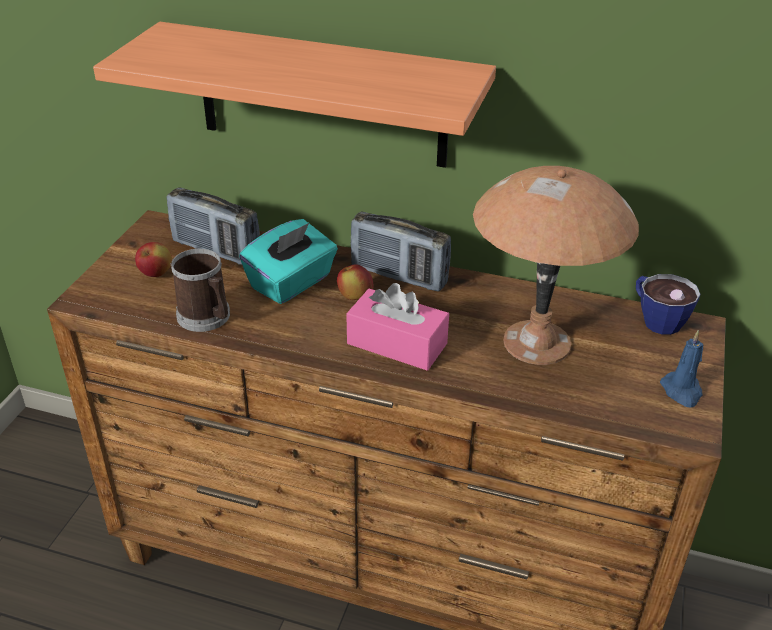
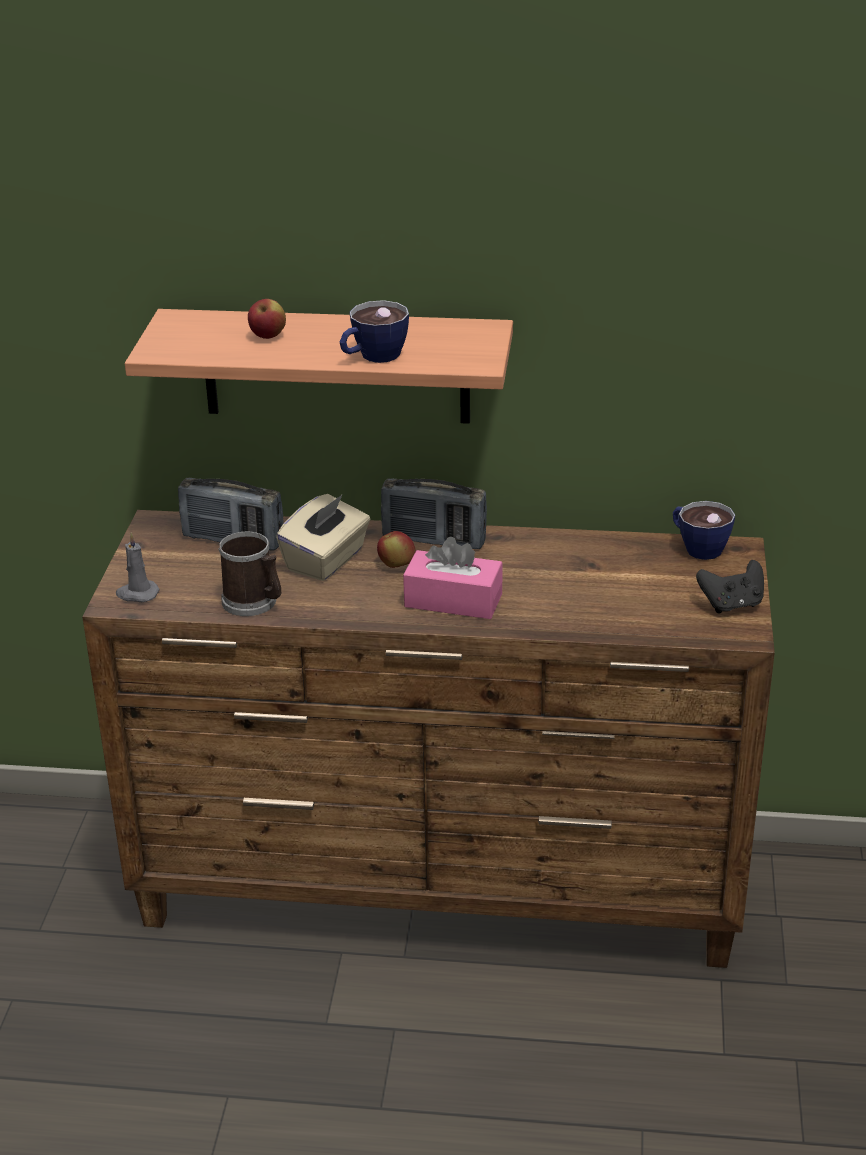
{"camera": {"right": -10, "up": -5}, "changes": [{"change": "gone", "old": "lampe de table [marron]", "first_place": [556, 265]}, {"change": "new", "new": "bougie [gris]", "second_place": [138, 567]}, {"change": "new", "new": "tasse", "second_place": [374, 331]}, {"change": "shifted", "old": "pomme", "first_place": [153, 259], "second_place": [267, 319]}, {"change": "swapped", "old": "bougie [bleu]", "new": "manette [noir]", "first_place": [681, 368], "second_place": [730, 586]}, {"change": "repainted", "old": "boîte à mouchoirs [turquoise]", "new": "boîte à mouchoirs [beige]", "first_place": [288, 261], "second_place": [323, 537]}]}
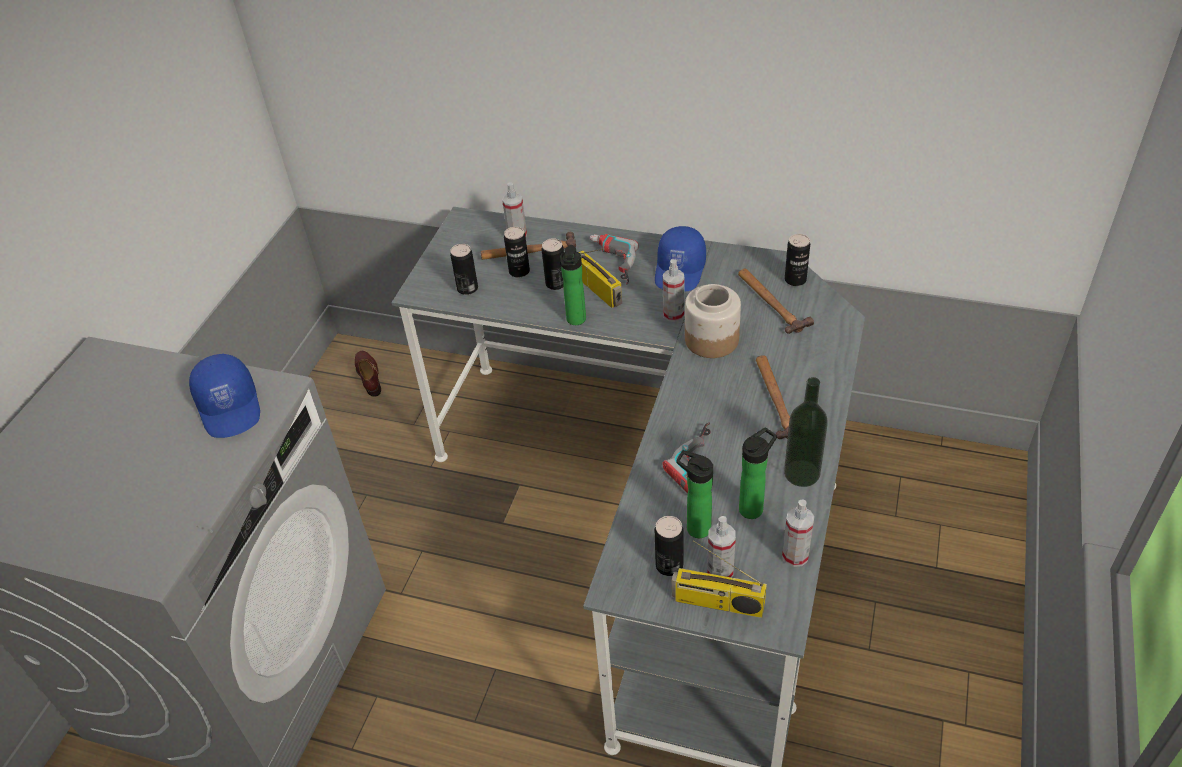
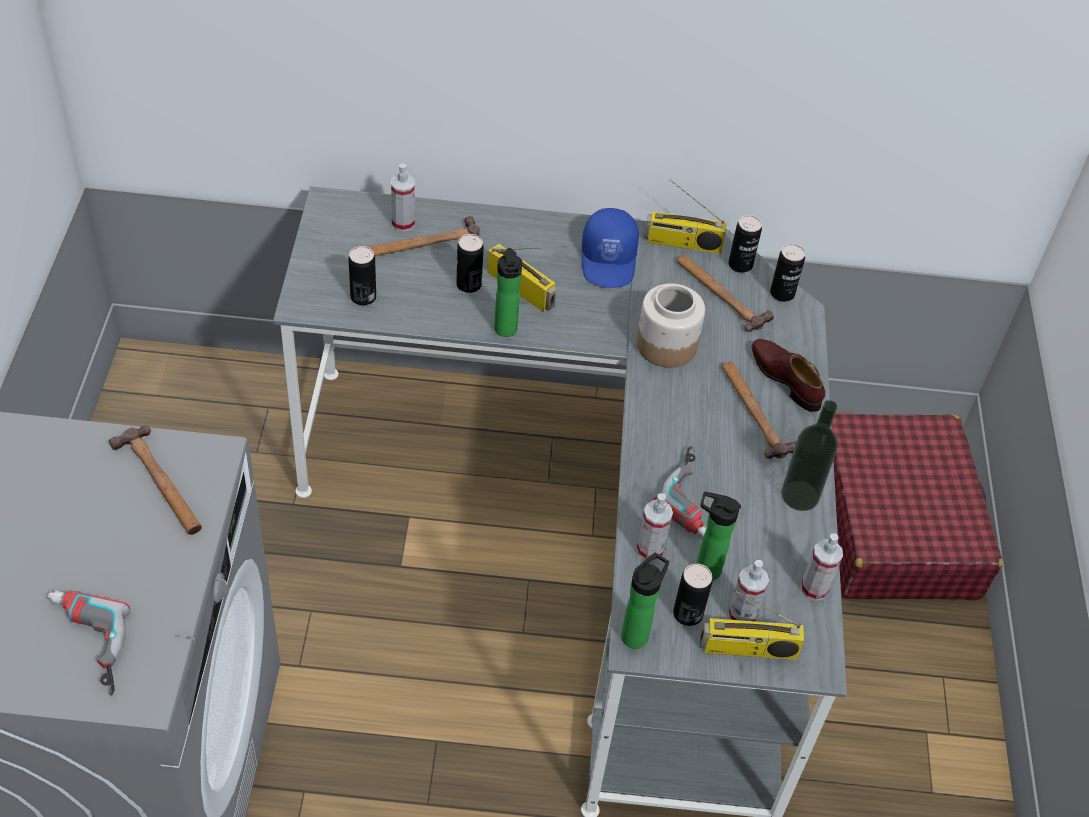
{"camera": {"right": -20, "up": 5}, "changes": [{"change": "new", "new": "radio", "second_place": [685, 216]}, {"change": "new", "new": "valise [rouge]", "second_place": [917, 507]}, {"change": "shifted", "old": "chaussure [marron]", "first_place": [368, 374], "second_place": [788, 375]}, {"change": "shifted", "old": "boîte métallique", "first_place": [517, 252], "second_place": [787, 273]}, {"change": "shifted", "old": "perceuse", "first_place": [614, 259], "second_place": [88, 643]}, {"change": "shifted", "old": "vaporisateur", "first_place": [674, 290], "second_place": [654, 527]}, {"change": "shifted", "old": "bouteille", "first_place": [758, 473], "second_place": [645, 601]}, {"change": "swapped", "old": "casquette [bleu]", "new": "marteau", "first_place": [224, 396], "second_place": [155, 480]}]}
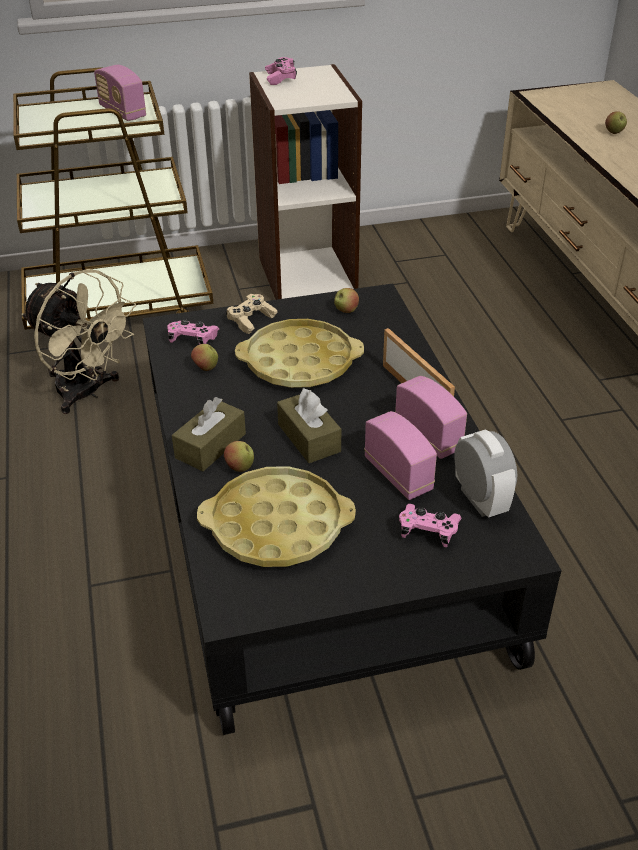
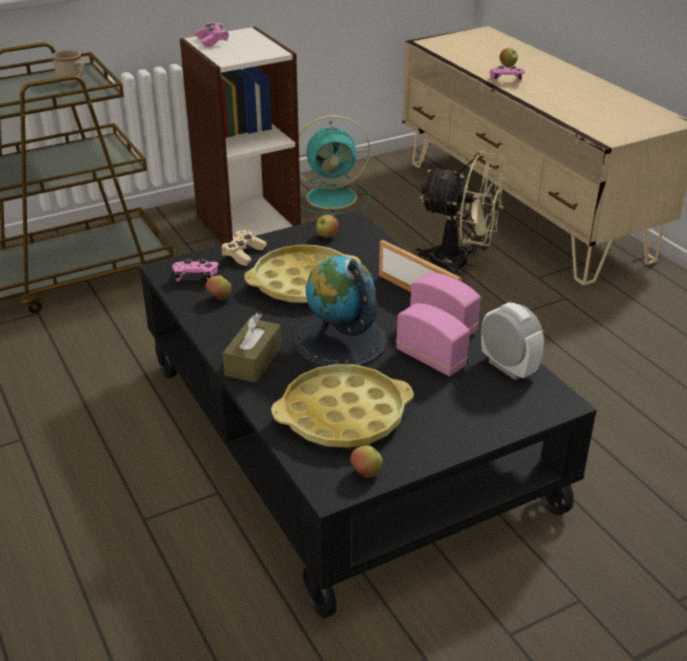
{"camera": {"right": -15, "up": -5}, "changes": [{"change": "new", "new": "ventilateur [turquoise]", "second_place": [334, 164]}, {"change": "shifted", "old": "ventilateur [beige]", "first_place": [78, 341], "second_place": [461, 213]}, {"change": "shifted", "old": "pomme", "first_place": [239, 456], "second_place": [366, 461]}, {"change": "shifted", "old": "manette [rose]", "first_place": [430, 525], "second_place": [507, 74]}, {"change": "swapped", "old": "radio", "new": "mug [beige]", "first_place": [120, 93], "second_place": [68, 67]}, {"change": "swapped", "old": "boîte à mouchoirs [marron]", "new": "globe", "first_place": [309, 425], "second_place": [340, 311]}]}
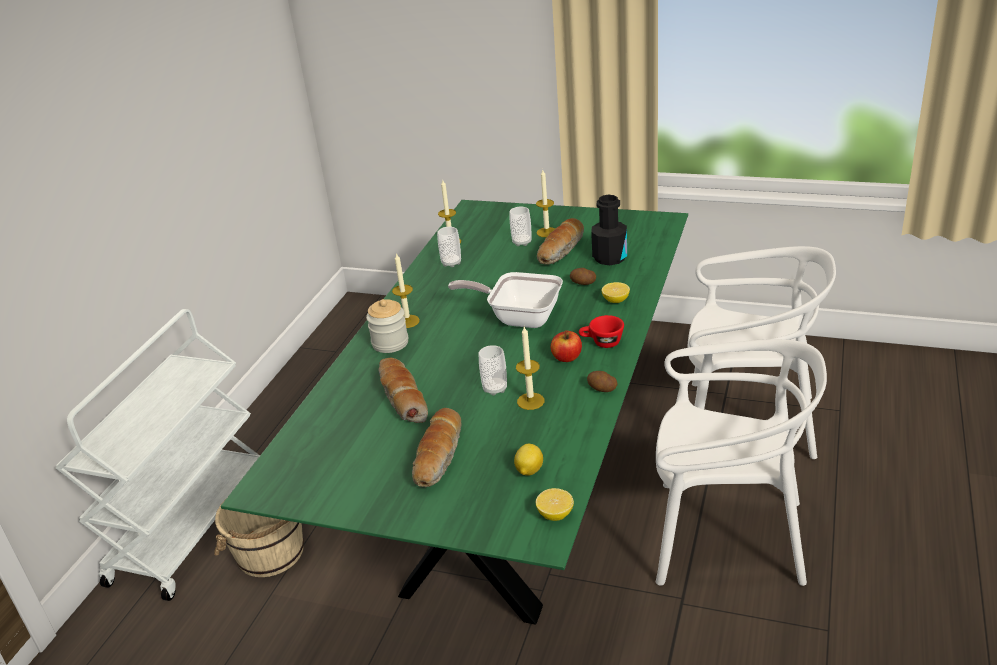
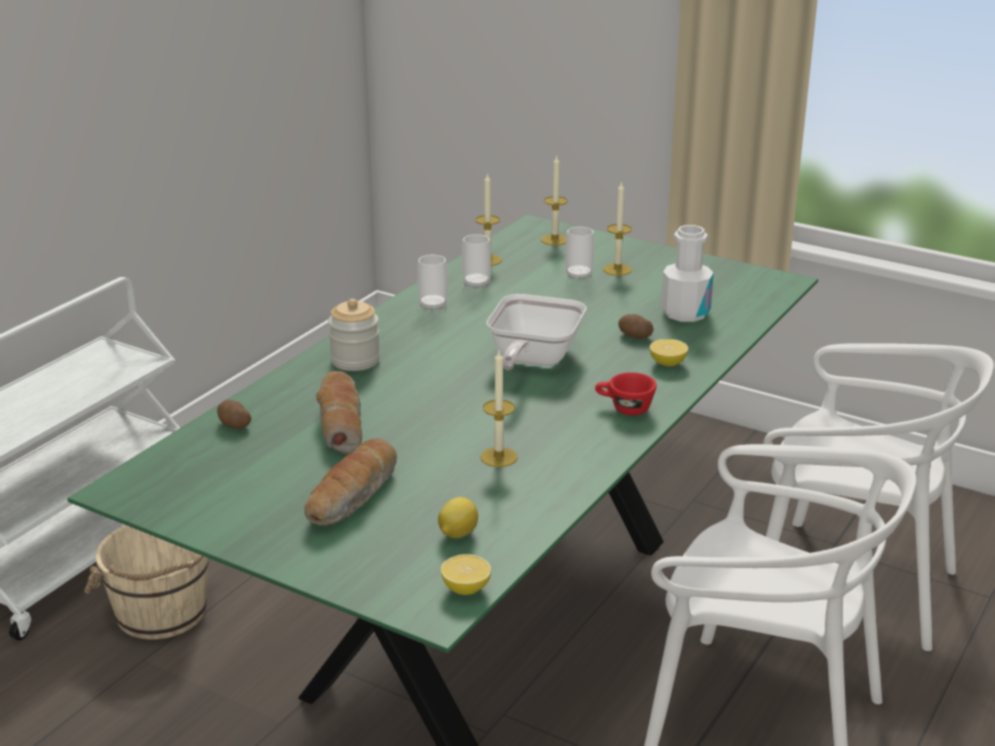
{"camera": {"right": 10, "up": -5}, "changes": [{"change": "gone", "old": "pain", "first_place": [560, 241]}, {"change": "gone", "old": "pomme", "first_place": [566, 346]}, {"change": "shifted", "old": "bougie", "first_place": [406, 290], "second_place": [554, 200]}, {"change": "shifted", "old": "tasse", "first_place": [493, 370], "second_place": [432, 283]}, {"change": "shifted", "old": "pomme de terre", "first_place": [602, 381], "second_place": [234, 414]}, {"change": "repainted", "old": "bouteille [noir]", "new": "bouteille [blanc]", "first_place": [609, 230], "second_place": [687, 273]}, {"change": "rotated", "old": "poêle", "first_place": [505, 300], "second_place": [536, 332], "degrees": -105}]}
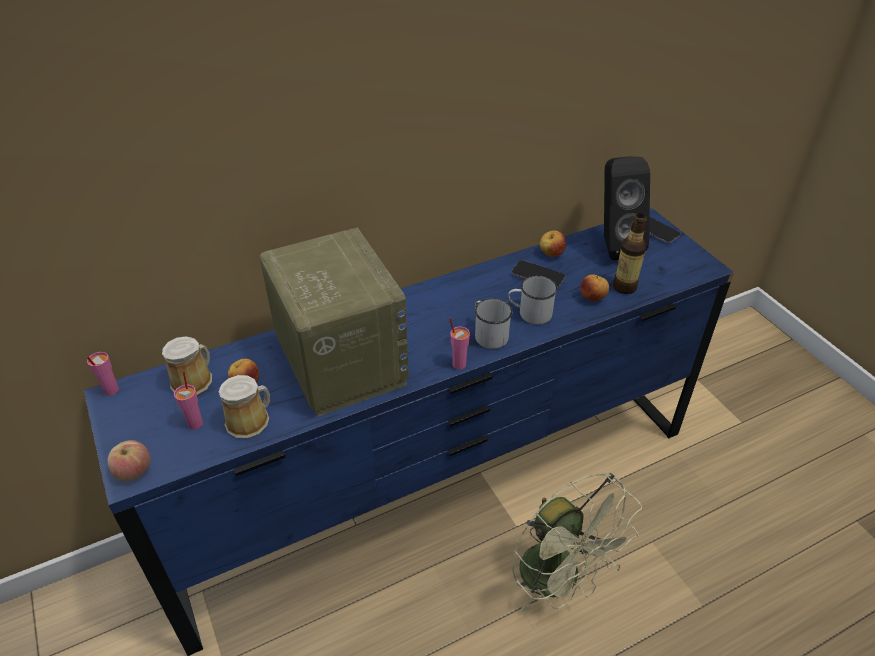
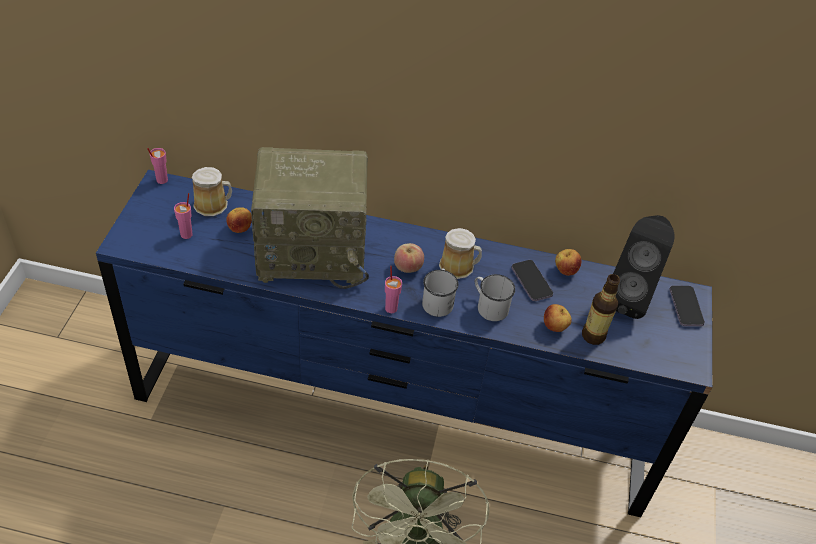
{"camera": {"right": 35, "up": 5}, "changes": [{"change": "shifted", "old": "pomme", "first_place": [129, 460], "second_place": [409, 258]}, {"change": "shifted", "old": "mug", "first_place": [244, 406], "second_place": [460, 253]}, {"change": "rotated", "old": "radio", "first_place": [334, 321], "second_place": [310, 218], "degrees": 75}]}
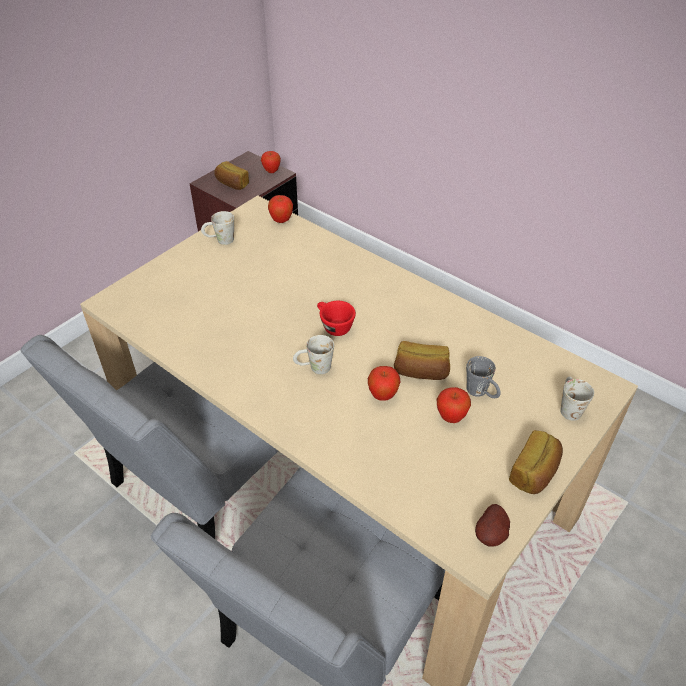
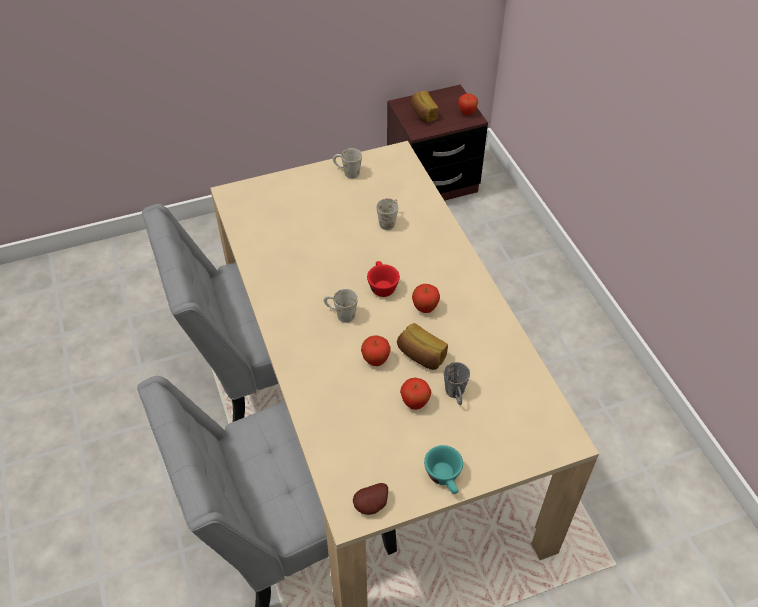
{"camera": {"right": 30, "up": 5}, "changes": [{"change": "shifted", "old": "pomme", "first_place": [280, 209], "second_place": [426, 298]}, {"change": "shifted", "old": "mug [blanc]", "first_place": [577, 398], "second_place": [387, 214]}, {"change": "swapped", "old": "pain", "new": "tasse [turquoise]", "first_place": [536, 462], "second_place": [443, 469]}]}
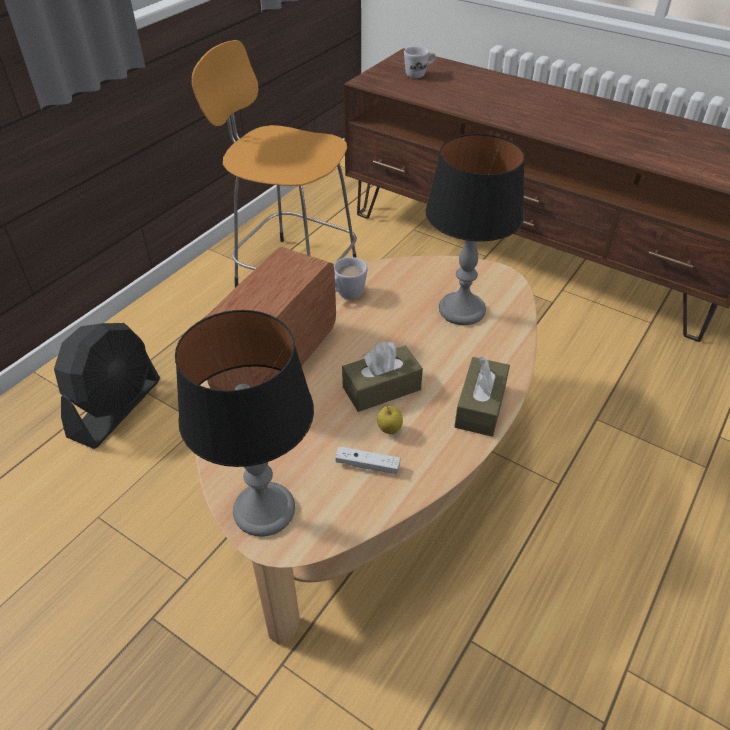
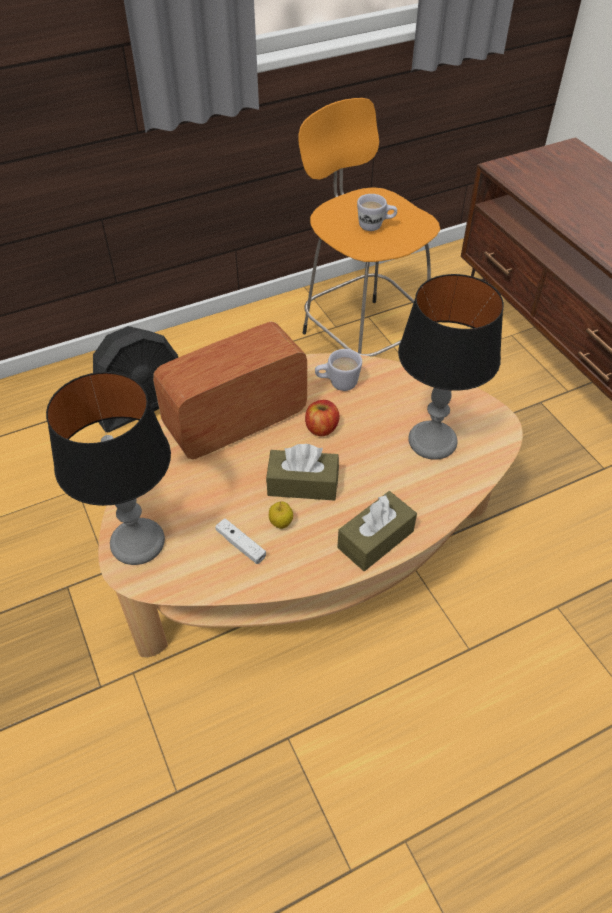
{"camera": {"right": 30, "up": 5}, "changes": [{"change": "new", "new": "pomme", "second_place": [322, 418]}, {"change": "shifted", "old": "mug [blanc]", "first_place": [420, 62], "second_place": [377, 212]}]}
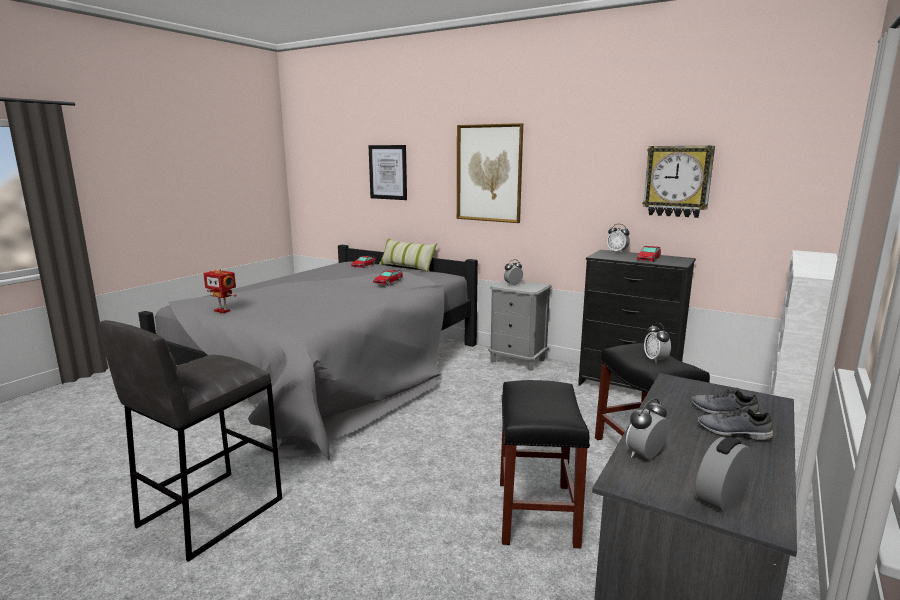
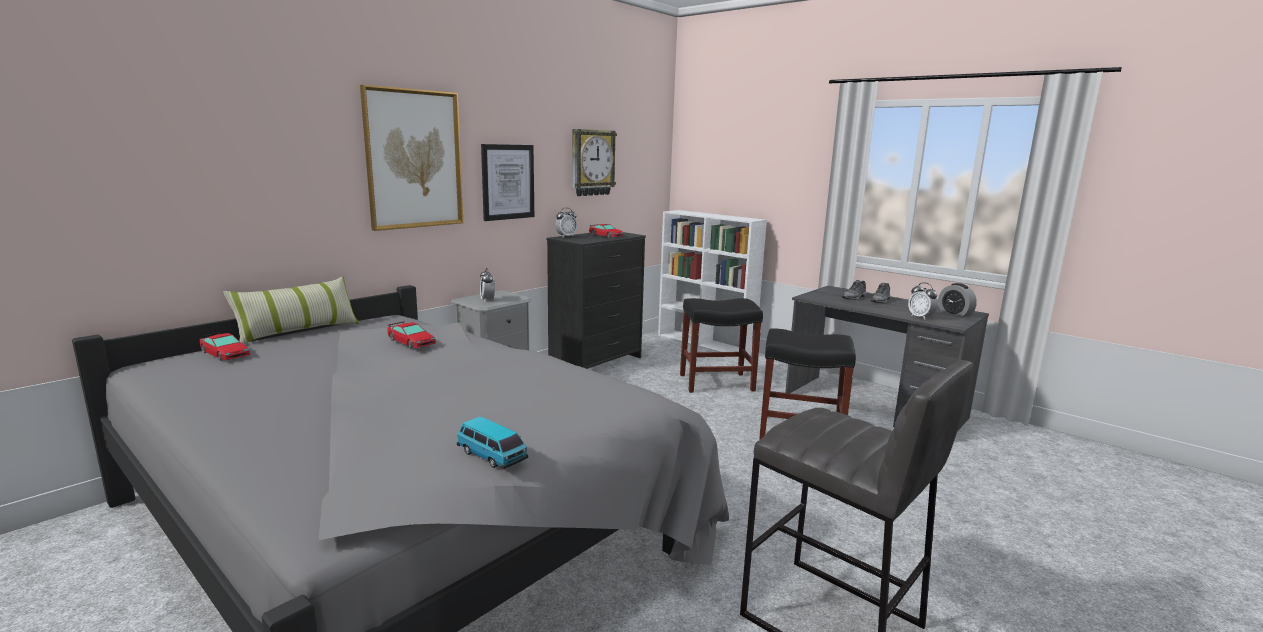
{"camera": {"right": -80, "up": 0}, "changes": [{"change": "gone", "old": "réveil", "first_place": [657, 343]}, {"change": "shifted", "old": "tableau", "first_place": [387, 172], "second_place": [507, 182]}, {"change": "swapped", "old": "robot jouet", "new": "petite voiture", "first_place": [220, 290], "second_place": [492, 443]}]}
